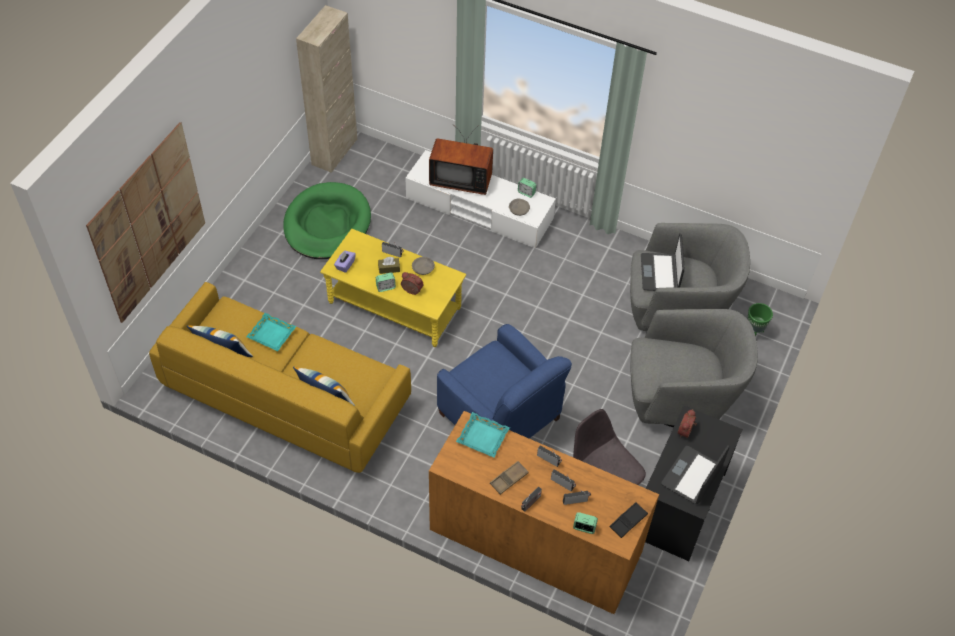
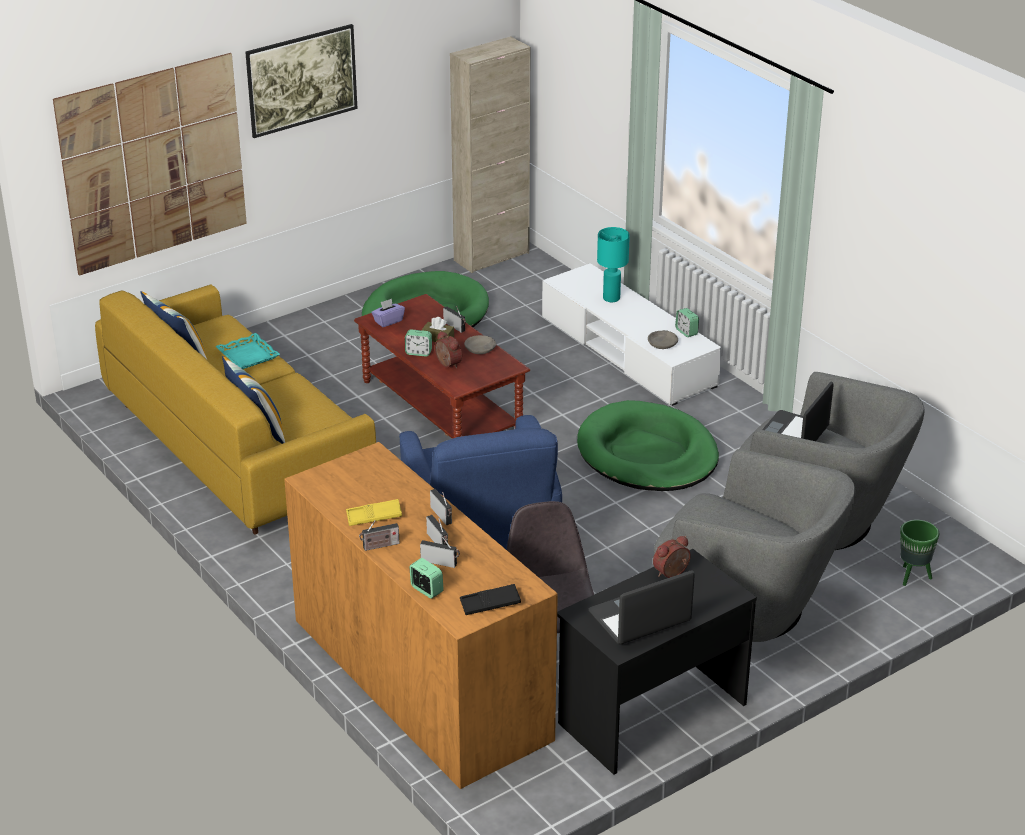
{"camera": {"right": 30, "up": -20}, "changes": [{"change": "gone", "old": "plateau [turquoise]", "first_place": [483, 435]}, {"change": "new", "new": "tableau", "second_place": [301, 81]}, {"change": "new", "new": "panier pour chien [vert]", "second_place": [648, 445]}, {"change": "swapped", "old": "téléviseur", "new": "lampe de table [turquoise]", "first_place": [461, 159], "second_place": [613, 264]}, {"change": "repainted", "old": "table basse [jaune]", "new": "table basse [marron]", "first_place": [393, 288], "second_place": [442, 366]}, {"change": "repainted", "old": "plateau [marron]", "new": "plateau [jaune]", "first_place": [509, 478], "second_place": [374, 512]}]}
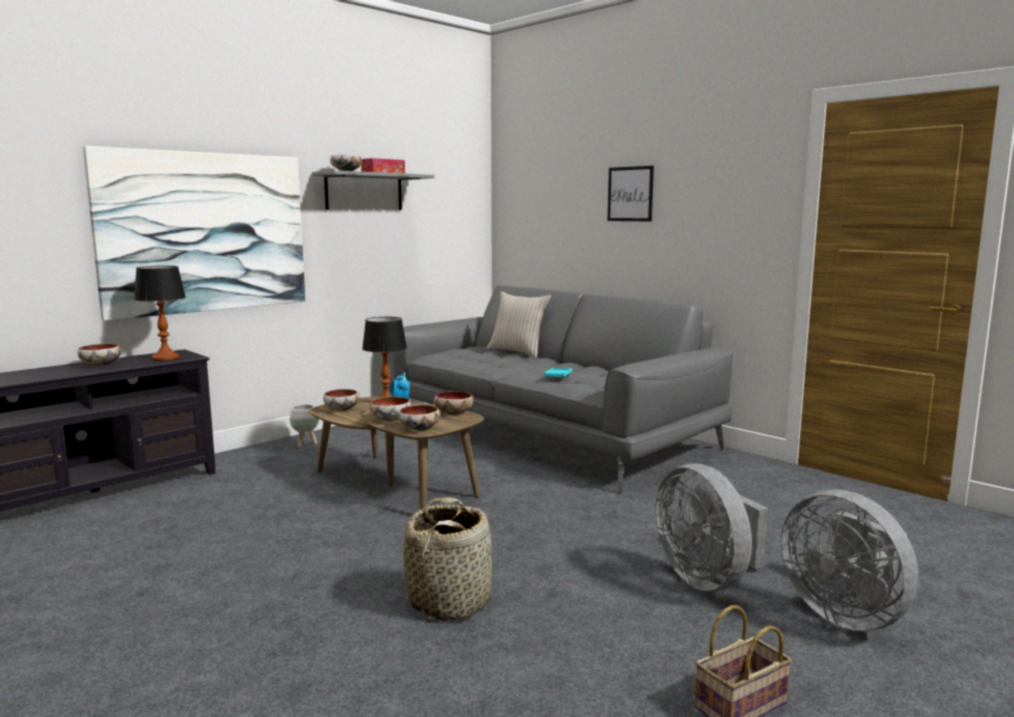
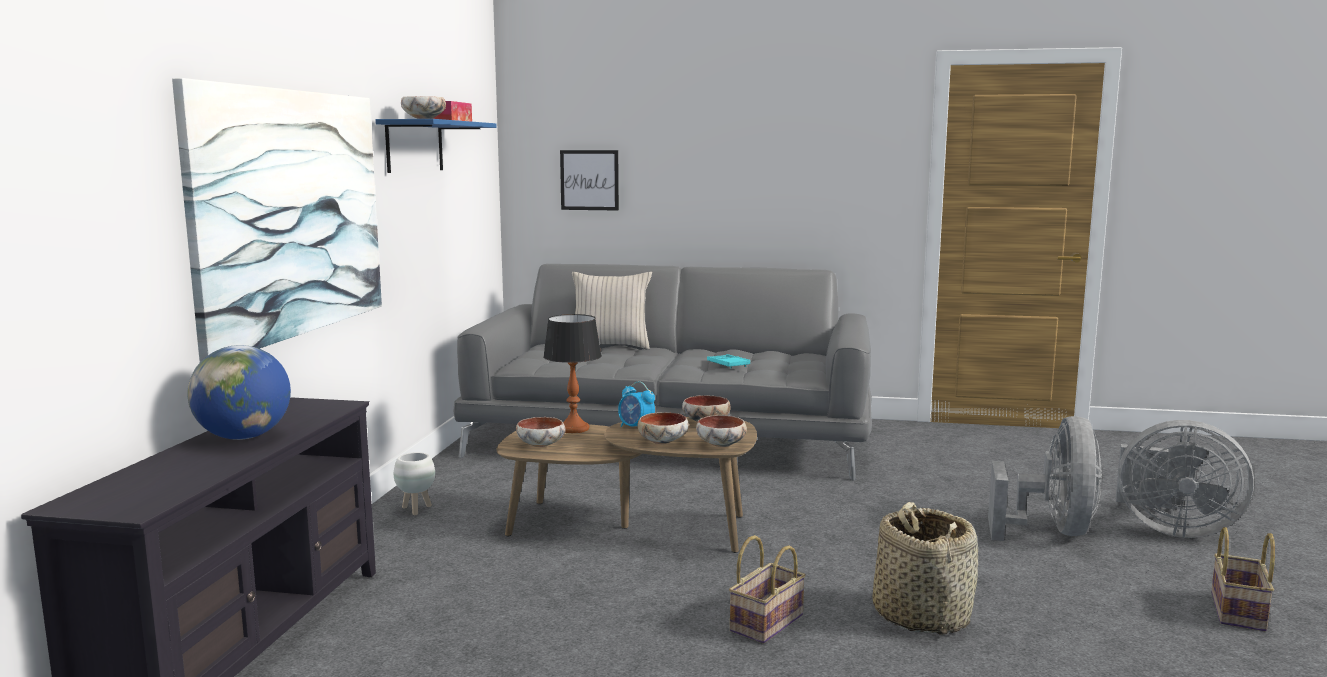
{"camera": {"right": -35, "up": 0}, "changes": [{"change": "gone", "old": "lampe de table", "first_place": [160, 313]}, {"change": "new", "new": "panier", "second_place": [767, 589]}, {"change": "shifted", "old": "tableau", "first_place": [630, 194], "second_place": [589, 180]}, {"change": "swapped", "old": "bol", "new": "globe", "first_place": [99, 355], "second_place": [239, 392]}, {"change": "repainted", "old": "étagère [gris]", "new": "étagère [bleu]", "first_place": [373, 190], "second_place": [435, 146]}, {"change": "rotated", "old": "ventilateur [gris]", "first_place": [711, 527], "second_place": [1045, 478], "degrees": -105}]}
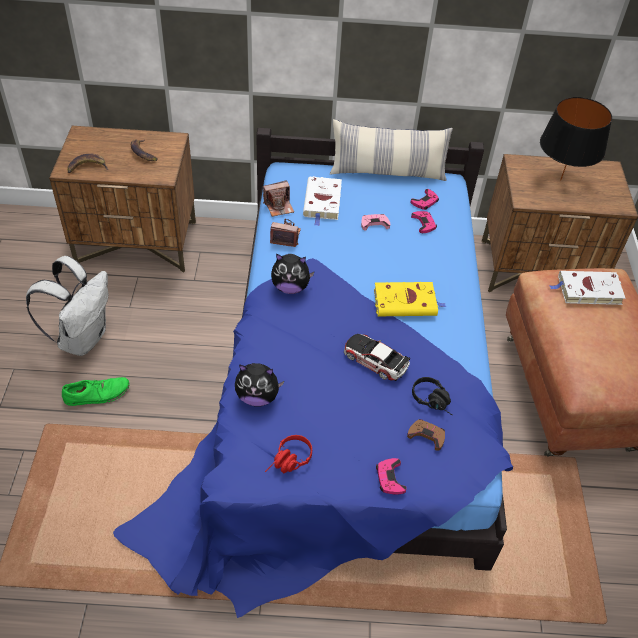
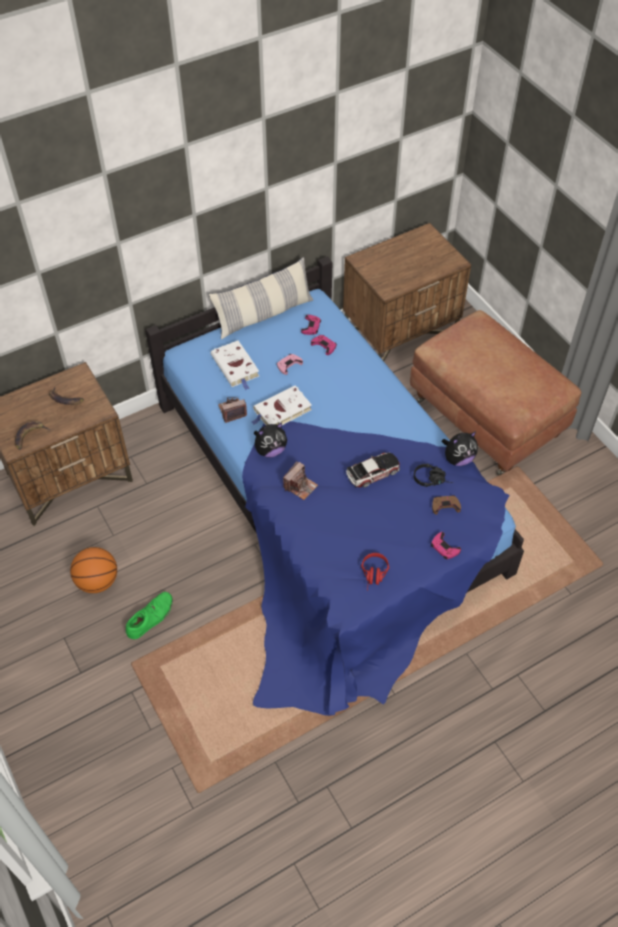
{"camera": {"right": -30, "up": 5}, "changes": [{"change": "gone", "old": "livre [jaune]", "first_place": [410, 299]}, {"change": "gone", "old": "lampe de table [noir]", "first_place": [576, 139]}, {"change": "shifted", "old": "peluche", "first_place": [260, 384], "second_place": [460, 448]}, {"change": "shifted", "old": "appareil photo", "first_place": [278, 198], "second_place": [300, 480]}, {"change": "shifted", "old": "livre [blanc]", "first_place": [588, 288], "second_place": [282, 405]}, {"change": "swapped", "old": "sac à dos [blanc]", "new": "ballon de basket", "first_place": [67, 306], "second_place": [93, 570]}, {"change": "rotated", "old": "petite voiture", "first_place": [377, 357], "second_place": [373, 470], "degrees": 150}]}
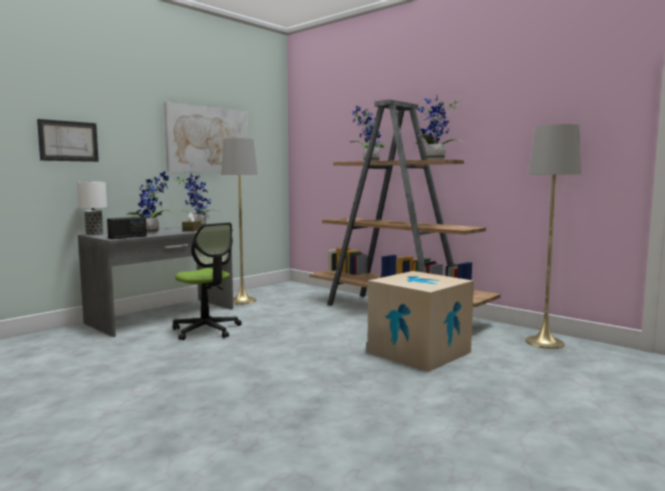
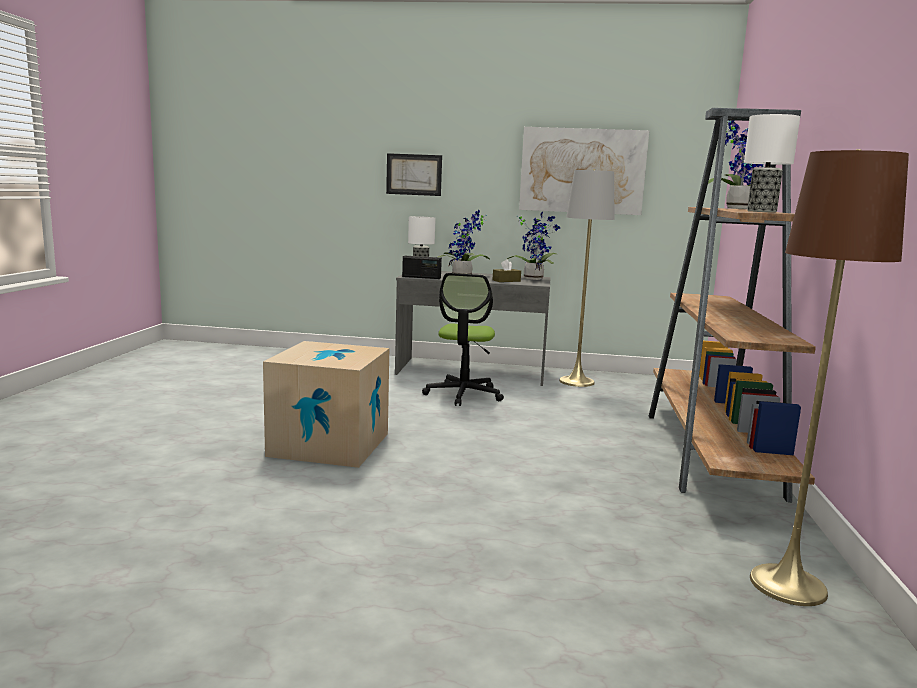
{"camera": {"right": 55, "up": 5}, "changes": [{"change": "shifted", "old": "carton", "first_place": [420, 321], "second_place": [326, 404]}, {"change": "swapped", "old": "plante en pot", "new": "lampe de table", "first_place": [440, 127], "second_place": [772, 163]}, {"change": "repainted", "old": "lampadaire [gris]", "new": "lampadaire [marron]", "first_place": [553, 236], "second_place": [829, 377]}]}
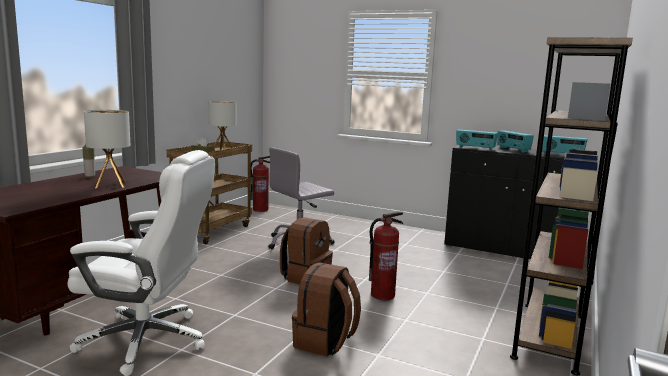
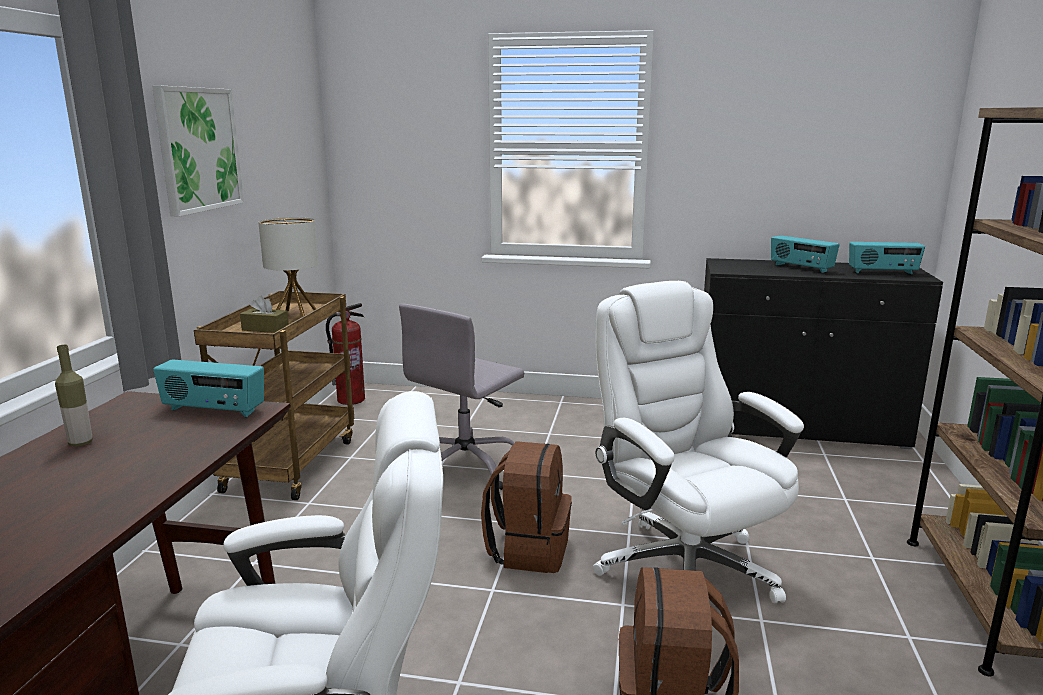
{"camera": {"right": -15, "up": 5}, "changes": [{"change": "gone", "old": "lampe de table", "first_place": [107, 149]}, {"change": "new", "new": "tableau", "second_place": [198, 151]}, {"change": "shifted", "old": "radio", "first_place": [477, 140], "second_place": [208, 388]}, {"change": "swapped", "old": "extincteur", "new": "chaise de bureau [blanc]", "first_place": [386, 255], "second_place": [698, 442]}]}
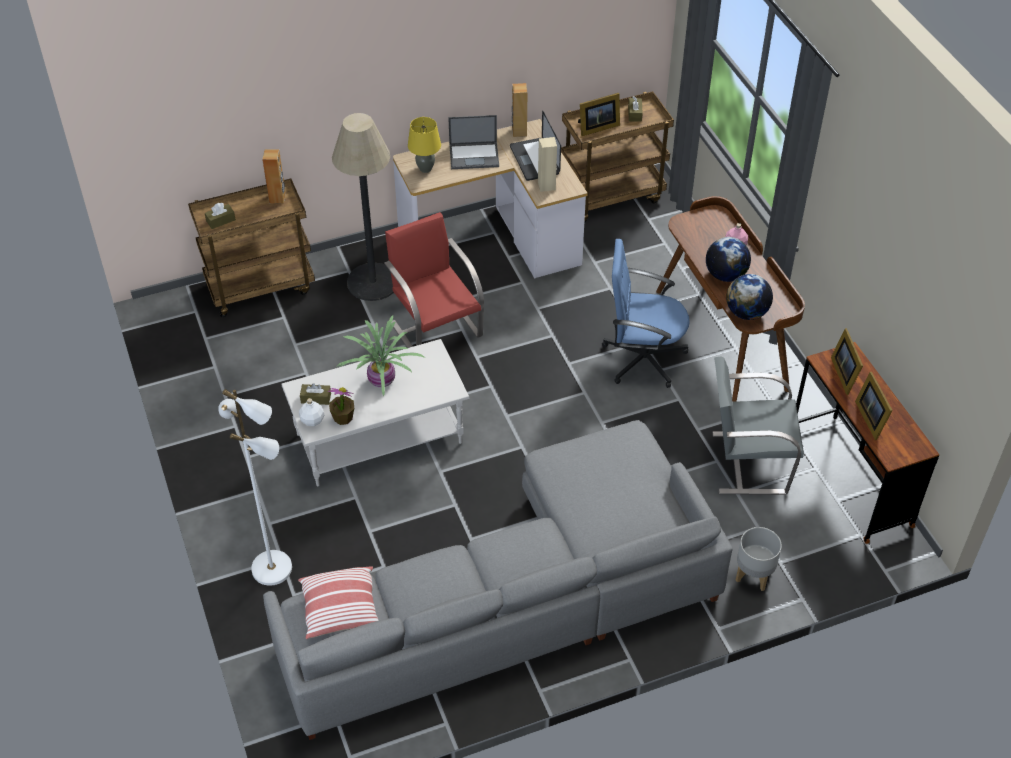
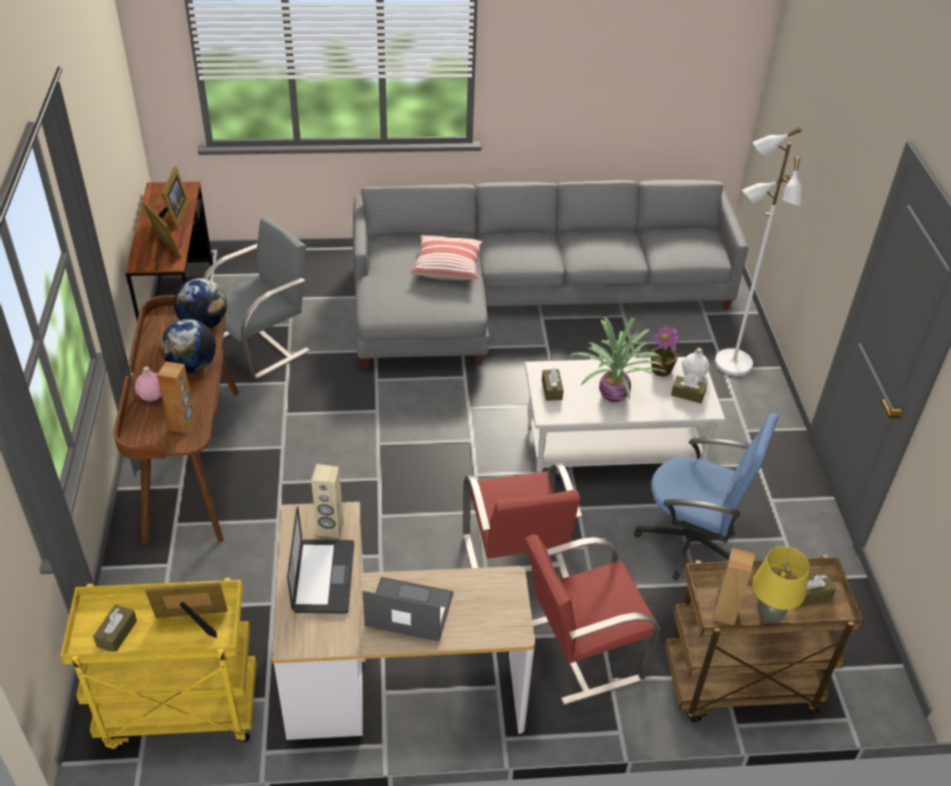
{"camera": {"right": -165, "up": -5}, "changes": [{"change": "gone", "old": "cache-pot [gris]", "first_place": [759, 559]}, {"change": "new", "new": "boîte à mouchoirs [marron]", "second_place": [553, 384]}, {"change": "shifted", "old": "coussin", "first_place": [338, 602], "second_place": [447, 257]}, {"change": "shifted", "old": "lampe de table [jaune]", "first_place": [424, 145], "second_place": [781, 585]}, {"change": "shifted", "old": "enceinte [marron]", "first_place": [519, 110], "second_place": [176, 398]}, {"change": "shifted", "old": "chaise de bureau [bleu]", "first_place": [646, 313], "second_place": [706, 496]}, {"change": "swapped", "old": "lampadaire", "new": "chaise [rouge]", "first_place": [363, 207], "second_place": [592, 619]}, {"change": "repainted", "old": "chariot [marron]", "new": "chariot [jaune]", "first_place": [617, 157], "second_place": [158, 664]}, {"change": "rotated", "old": "chaise [gris]", "first_place": [758, 426], "second_place": [256, 297], "degrees": -60}, {"change": "rotated", "old": "cadre photo", "first_place": [847, 361], "second_place": [161, 231], "degrees": -45}]}
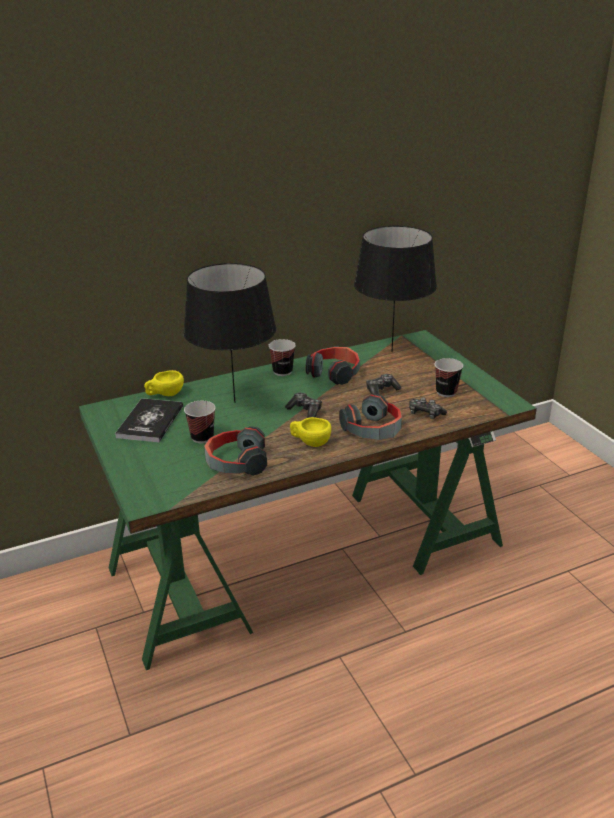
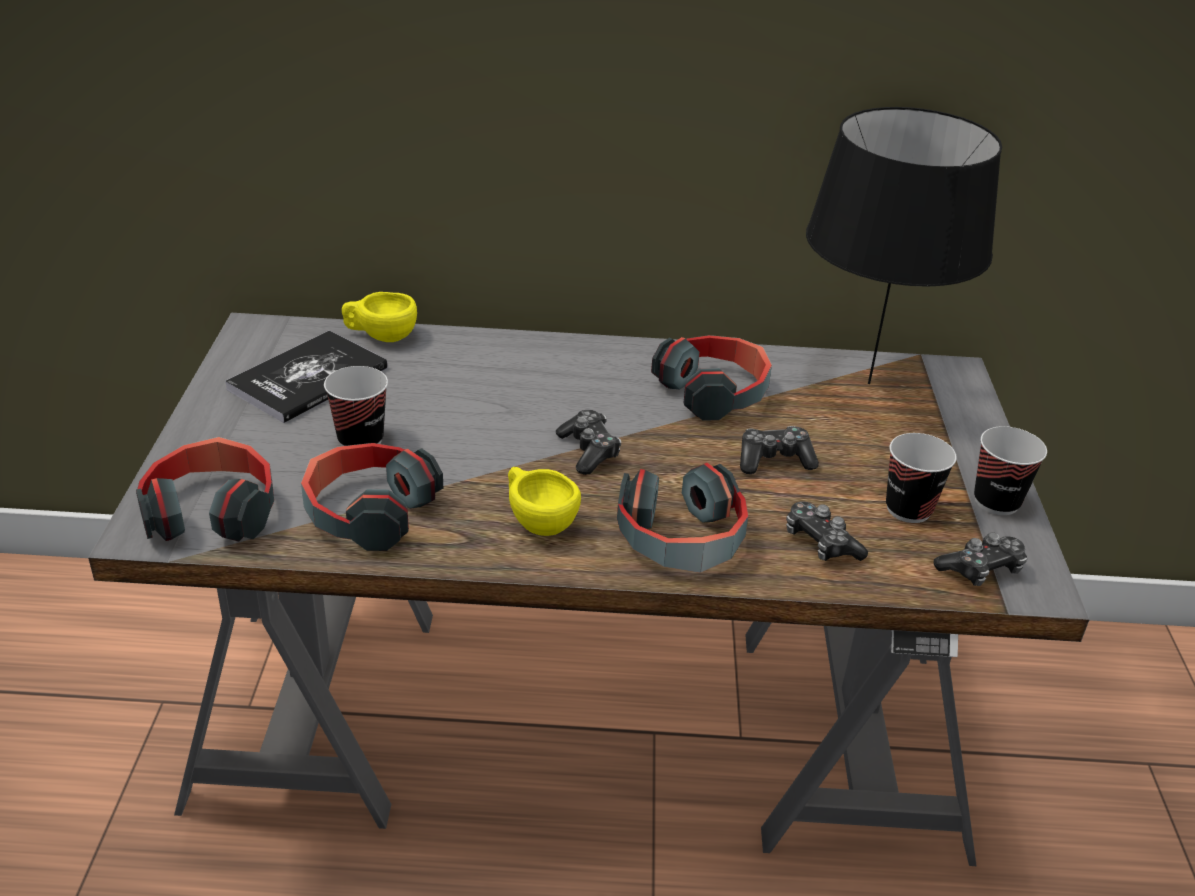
{"camera": {"right": 25, "up": 5}, "changes": [{"change": "gone", "old": "lampe de table [noir]", "first_place": [229, 333]}, {"change": "new", "new": "casque audio", "second_place": [205, 489]}, {"change": "new", "new": "manette", "second_place": [980, 559]}, {"change": "shifted", "old": "tasse", "first_place": [282, 357], "second_place": [1010, 470]}, {"change": "repainted", "old": "bureau [vert]", "new": "bureau [gris]", "first_place": [308, 500], "second_place": [589, 589]}]}
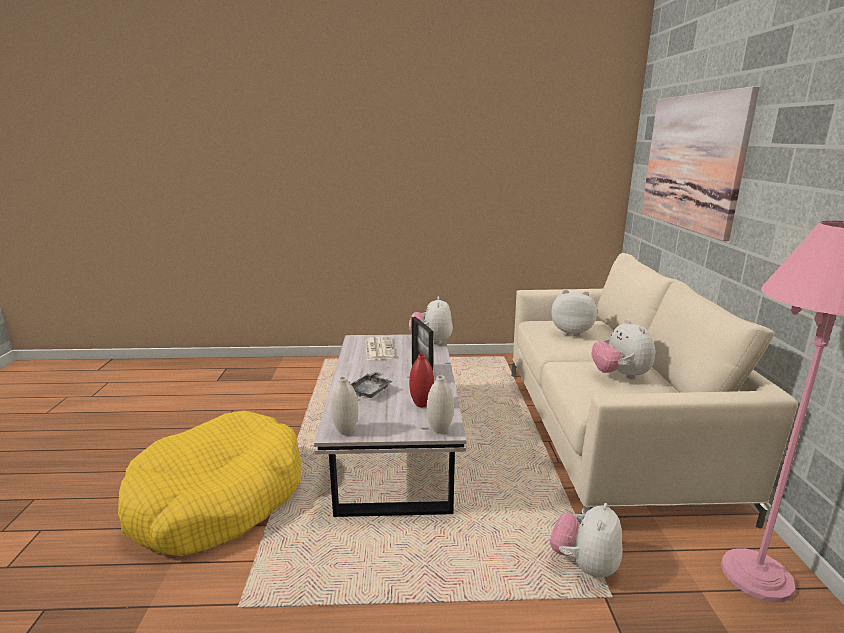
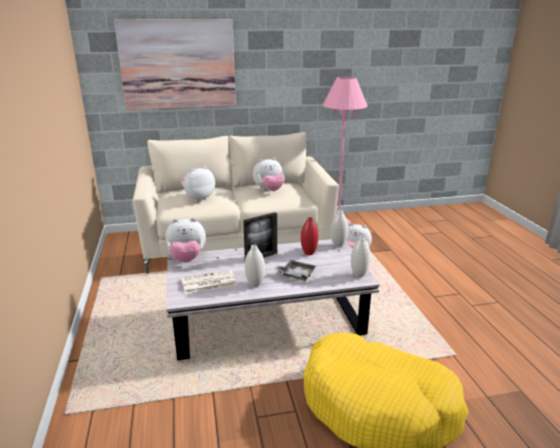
{"camera": {"right": -100, "up": 5}, "changes": [{"change": "new", "new": "vase [blanc]", "second_place": [255, 266]}, {"change": "rotated", "old": "peluche", "first_place": [574, 313], "second_place": [198, 184], "degrees": 45}]}
